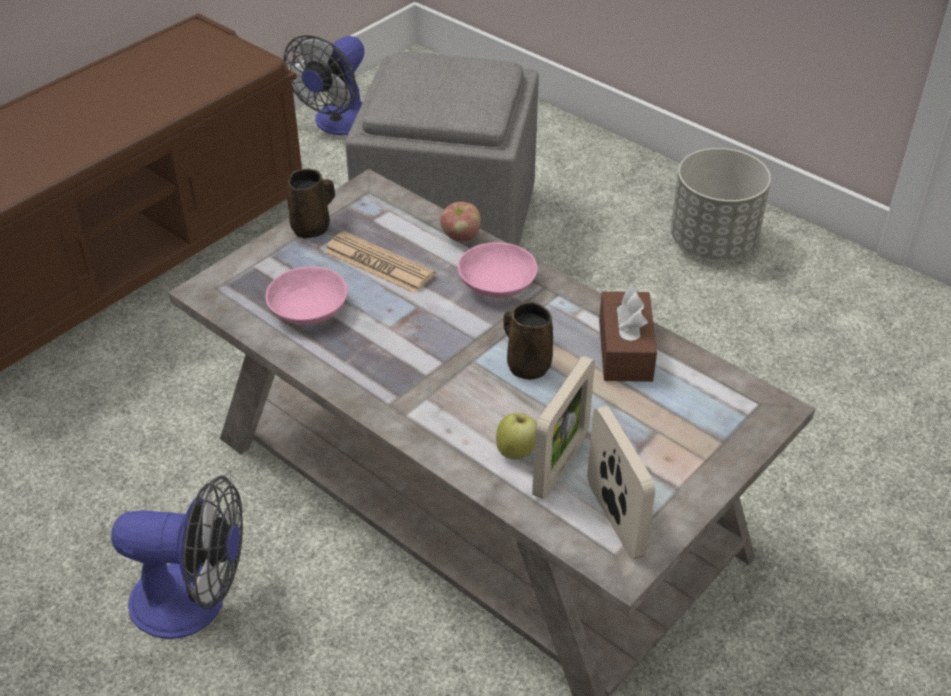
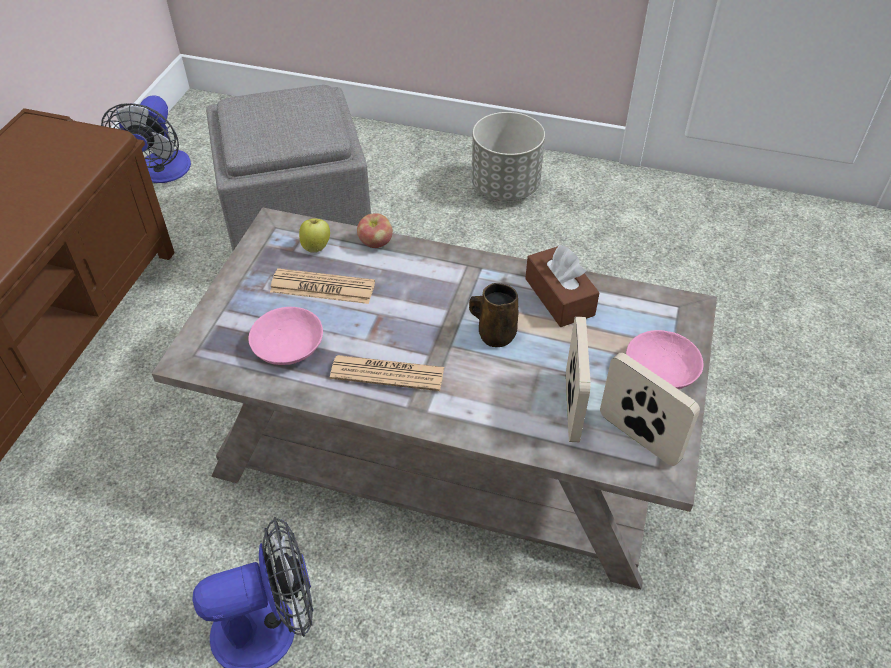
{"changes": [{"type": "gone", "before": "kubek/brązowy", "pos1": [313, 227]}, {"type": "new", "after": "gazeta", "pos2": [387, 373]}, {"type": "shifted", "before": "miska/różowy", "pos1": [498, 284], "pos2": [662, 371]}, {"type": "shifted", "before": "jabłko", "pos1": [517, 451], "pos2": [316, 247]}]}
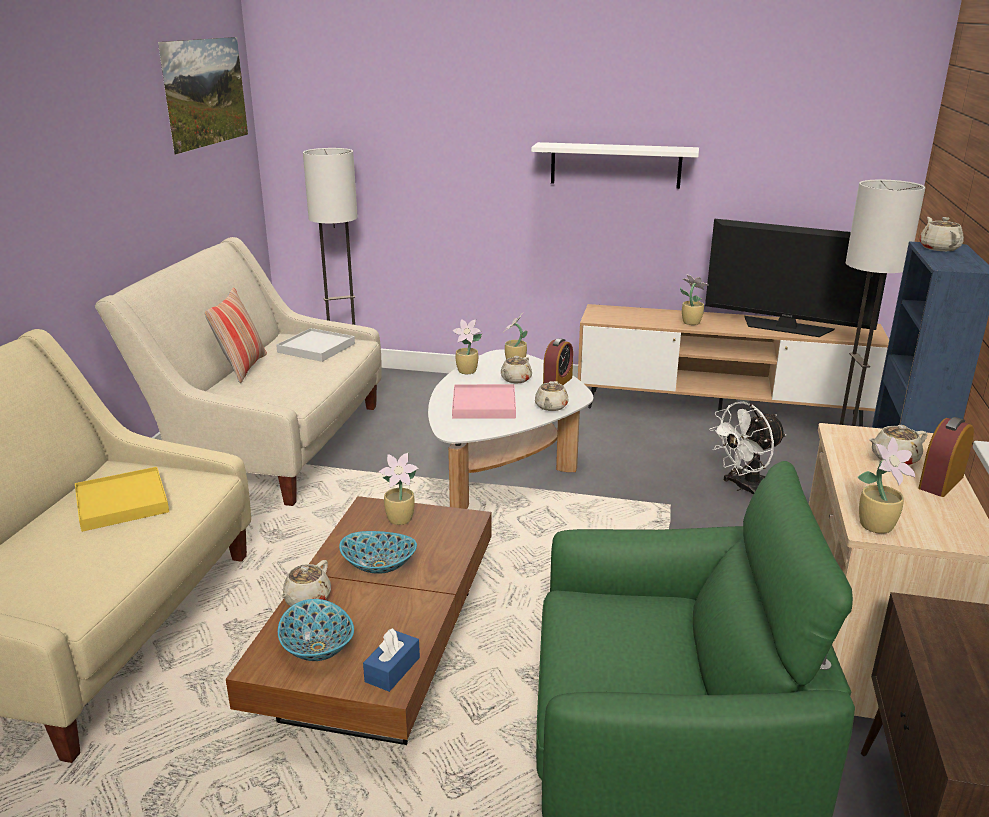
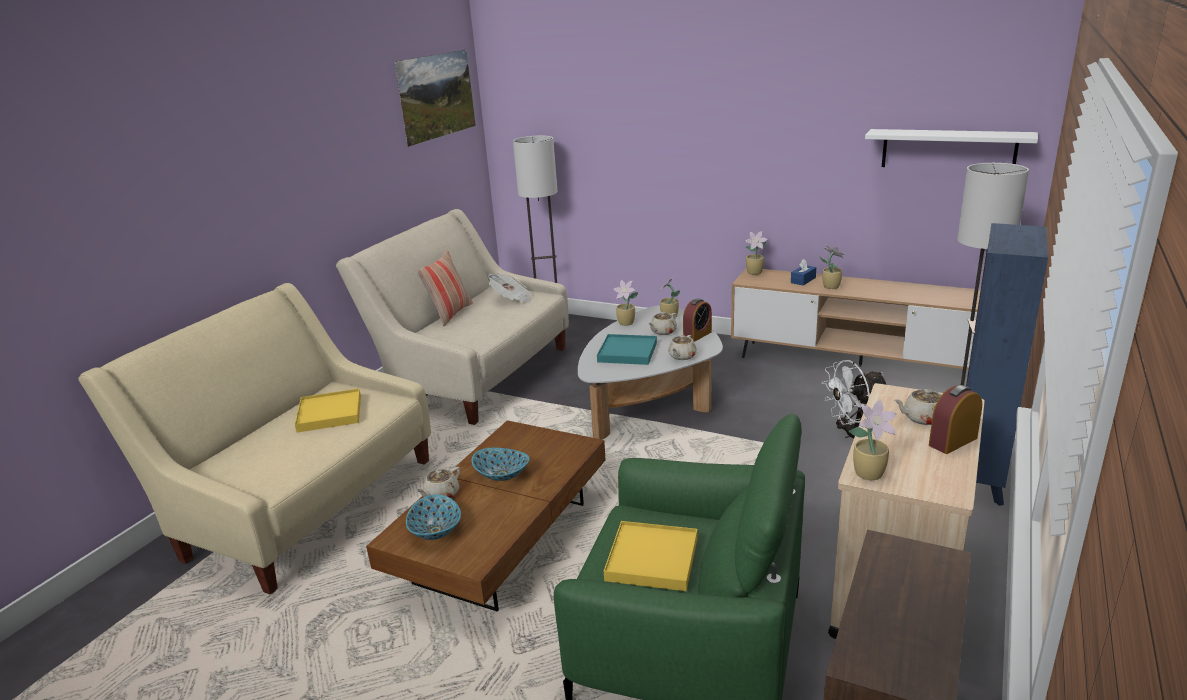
{"changes": [{"type": "gone", "before": "telewizor", "pos1": [786, 327]}, {"type": "gone", "before": "imbryk/beżowy", "pos1": [938, 248]}, {"type": "new", "after": "taca/żółty", "pos2": [652, 559]}, {"type": "shifted", "before": "pudełko chusteczek/niebieski", "pos1": [392, 669], "pos2": [803, 280]}, {"type": "shifted", "before": "roślina doniczkowa", "pos1": [401, 519], "pos2": [755, 273]}, {"type": "shifted", "before": "półka/biały", "pos1": [615, 165], "pos2": [948, 150]}, {"type": "swapped", "before": "taca/biały", "after": "gazeta", "pos1": [316, 348], "pos2": [512, 299]}, {"type": "repainted", "before": "taca/różowy", "after": "taca/turkusowy", "pos1": [484, 405], "pos2": [627, 352]}]}
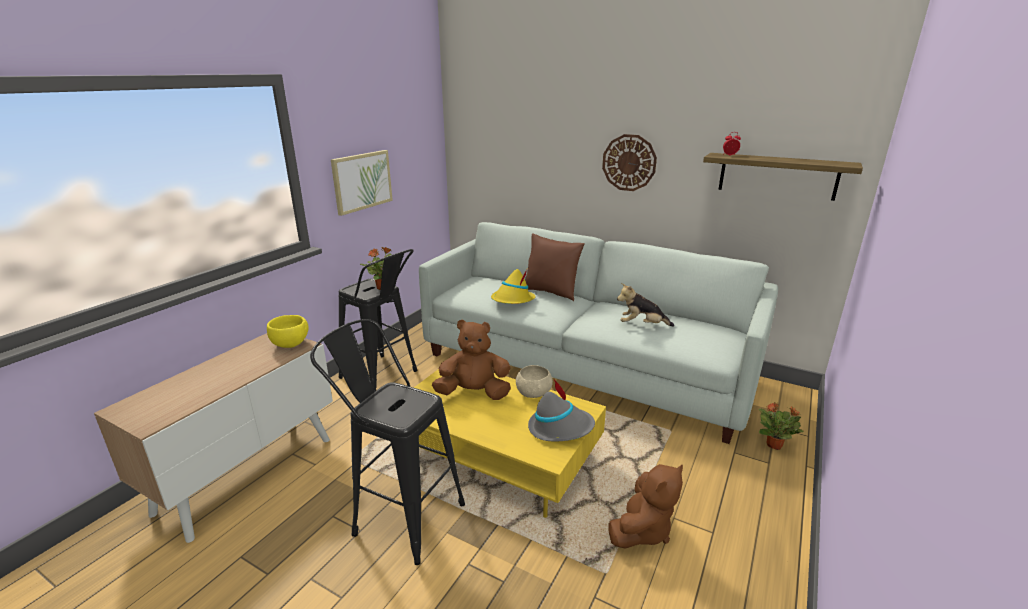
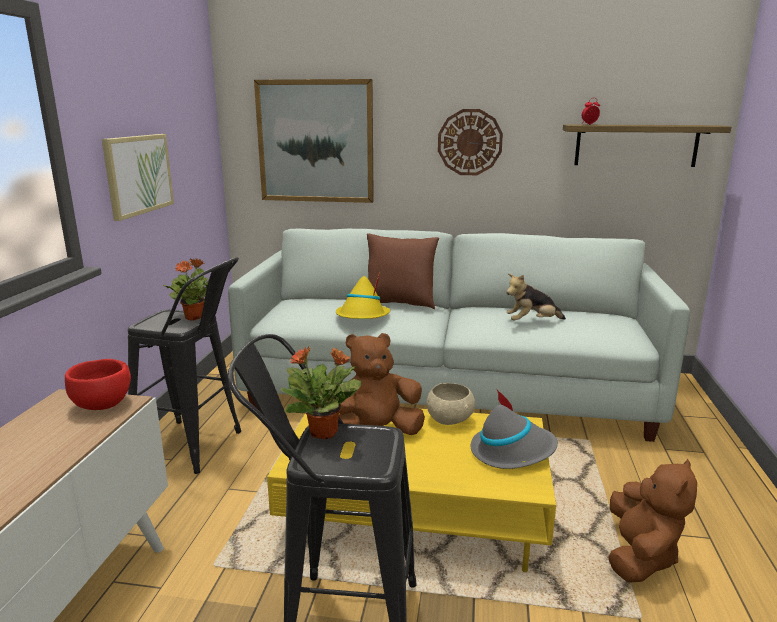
{"changes": [{"type": "new", "after": "obraz", "pos2": [315, 141]}, {"type": "shifted", "before": "roślina doniczkowa", "pos1": [774, 445], "pos2": [324, 433]}, {"type": "repainted", "before": "miska/żółty", "after": "miska/czerwony", "pos1": [290, 345], "pos2": [103, 405]}]}
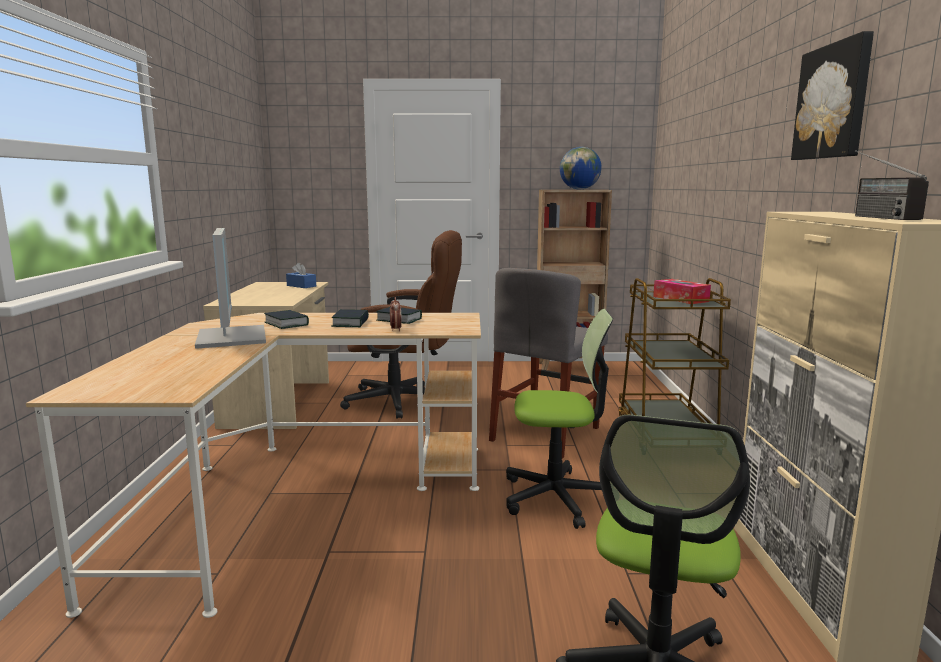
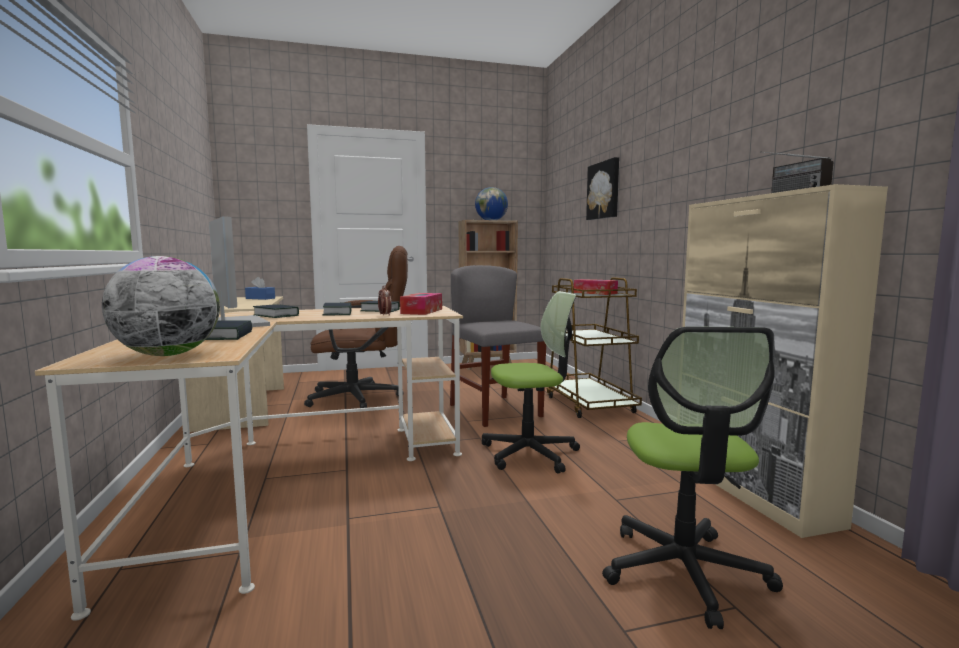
{"changes": [{"type": "new", "after": "globus", "pos2": [168, 355]}, {"type": "new", "after": "książka", "pos2": [227, 336]}, {"type": "new", "after": "pudełko chusteczek", "pos2": [422, 311]}, {"type": "shifted", "before": "obraz", "pos1": [834, 102], "pos2": [604, 190]}, {"type": "rotated", "before": "krzesło/szary", "pos1": [545, 434], "pos2": [495, 410], "turn": 135}]}
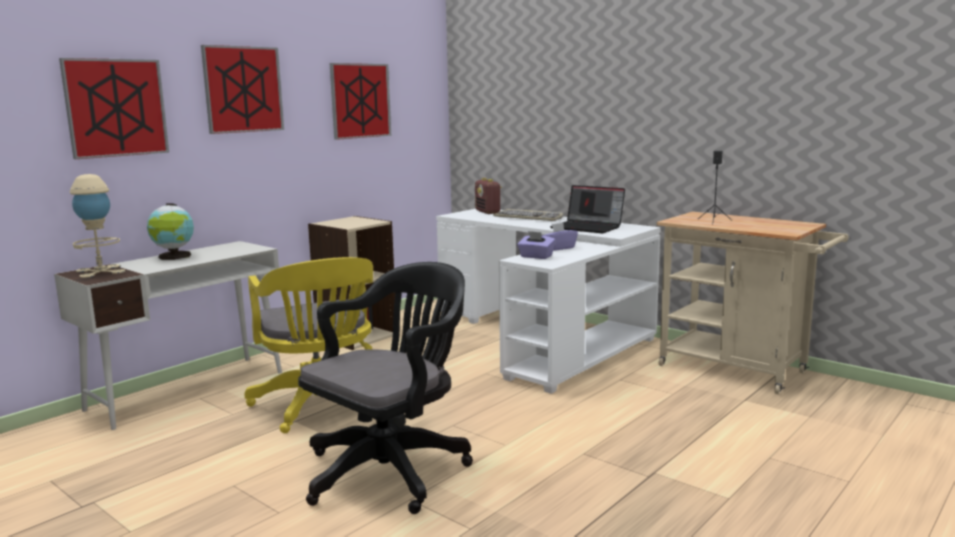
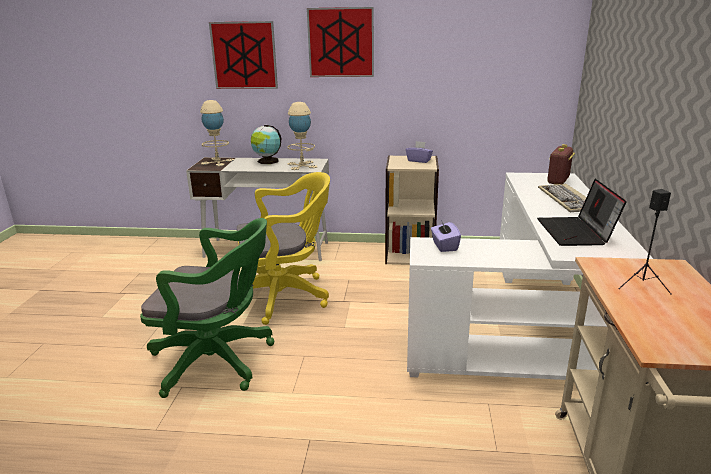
{"changes": [{"type": "gone", "before": "obraz", "pos1": [360, 101]}, {"type": "new", "after": "lampa stołowa/beżowy", "pos2": [302, 165]}, {"type": "shifted", "before": "pudełko chusteczek/fioletowy", "pos1": [559, 248], "pos2": [419, 160]}, {"type": "repainted", "before": "krzesło biurowe/czarny", "after": "krzesło biurowe/zielony", "pos1": [392, 469], "pos2": [218, 361]}, {"type": "rotated", "before": "krzesło biurowe/żółty", "pos1": [321, 406], "pos2": [285, 296], "turn": -135}]}
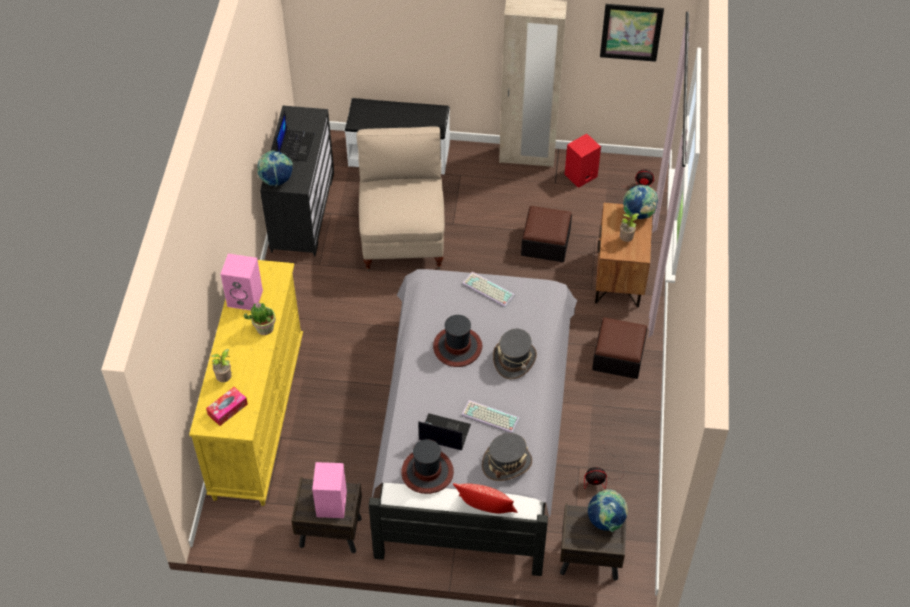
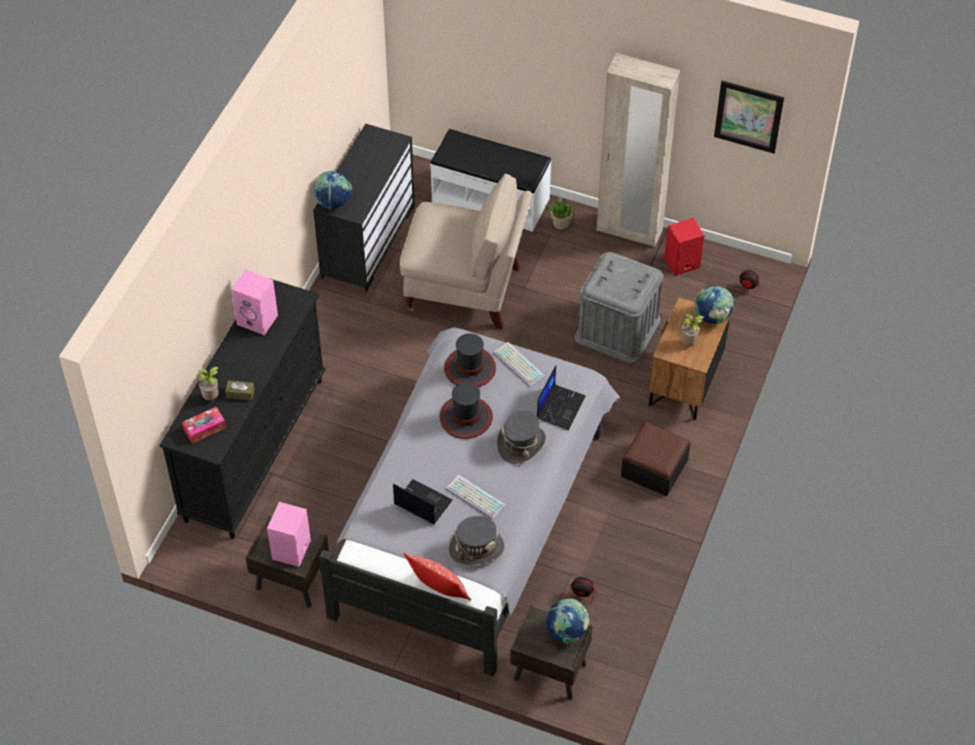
{"changes": [{"type": "new", "after": "pudełko chusteczek/brązowy", "pos2": [240, 393]}, {"type": "shifted", "before": "roślina doniczkowa", "pos1": [264, 328], "pos2": [560, 223]}, {"type": "shifted", "before": "laptop", "pos1": [295, 145], "pos2": [560, 407]}, {"type": "shifted", "before": "kapelusz", "pos1": [427, 472], "pos2": [470, 368]}, {"type": "swapped", "before": "pufa", "after": "pojemnik do przechowywania/szary", "pos1": [545, 243], "pos2": [617, 329]}, {"type": "repainted", "before": "komoda/żółty", "after": "komoda/czarny", "pos1": [258, 418], "pos2": [255, 448]}, {"type": "rotated", "before": "krzesło/beżowy", "pos1": [403, 236], "pos2": [466, 290], "turn": 90}]}
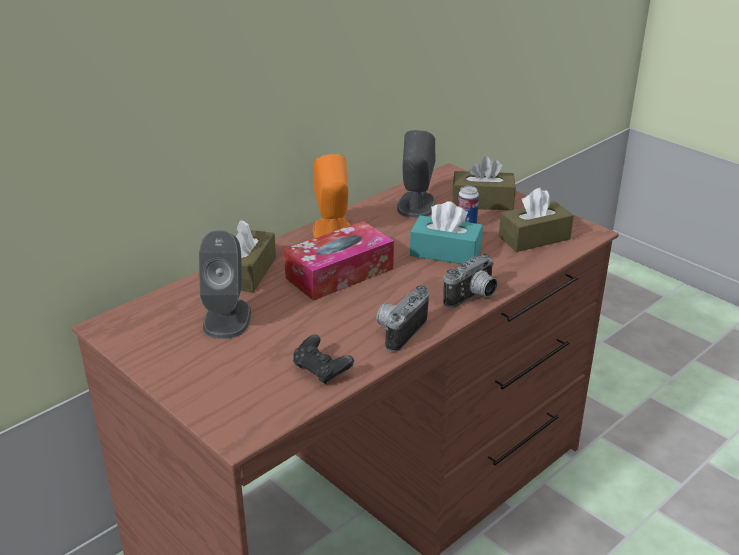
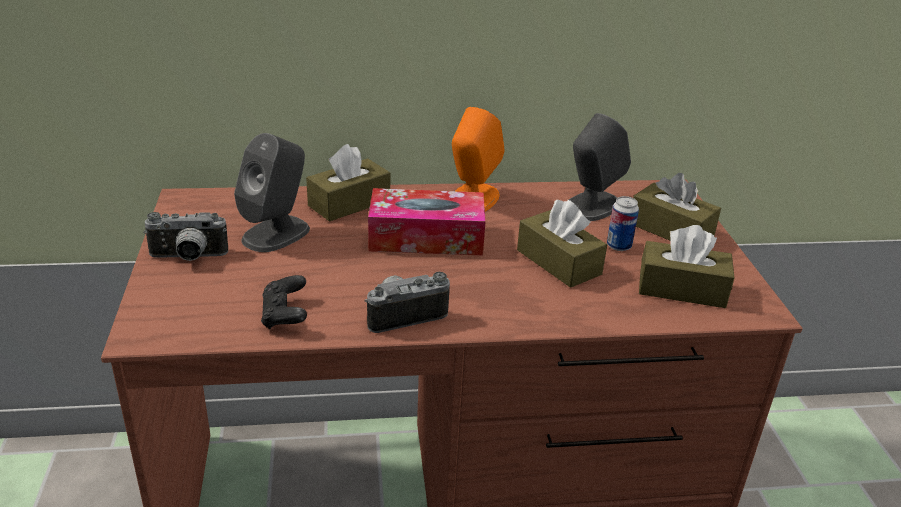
{"changes": [{"type": "shifted", "before": "aparat fotograficzny", "pos1": [473, 298], "pos2": [188, 258]}, {"type": "repainted", "before": "pudełko chusteczek/turkusowy", "after": "pudełko chusteczek/brązowy", "pos1": [445, 252], "pos2": [558, 262]}]}
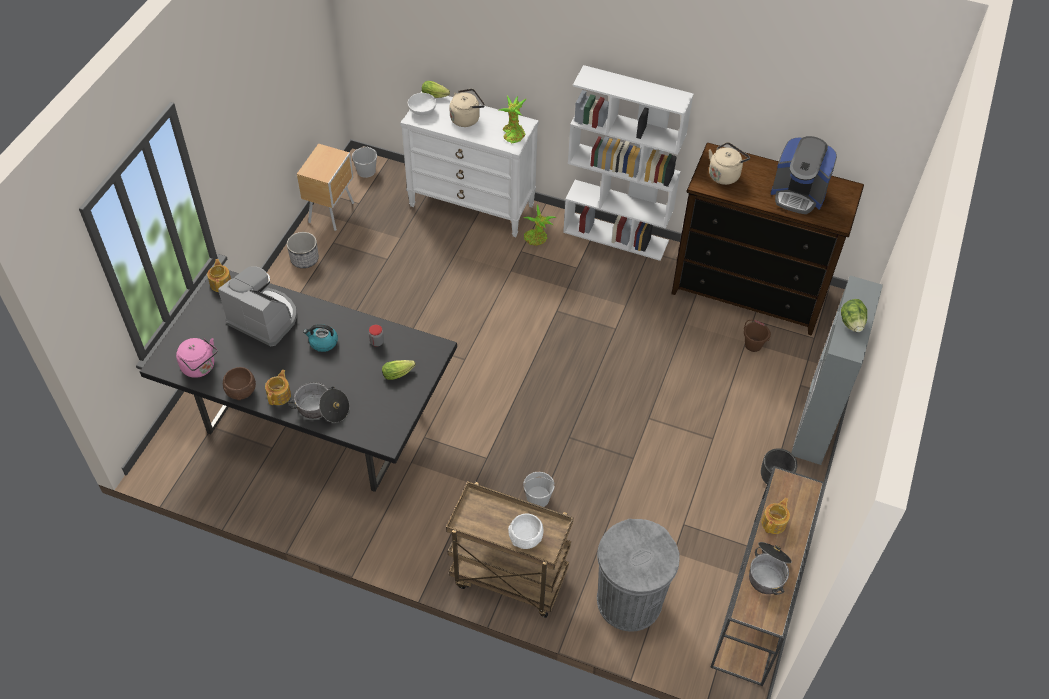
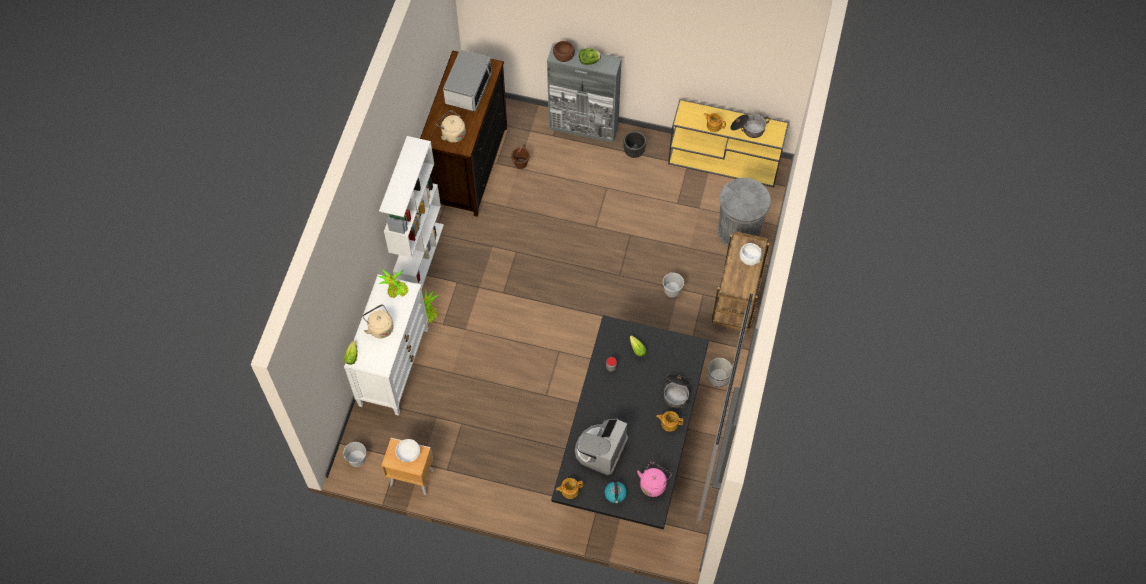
{"changes": [{"type": "shifted", "before": "miska/brązowy", "pos1": [241, 390], "pos2": [563, 56]}, {"type": "shifted", "before": "donica", "pos1": [304, 259], "pos2": [718, 377]}, {"type": "shifted", "before": "czajnik", "pos1": [323, 342], "pos2": [615, 494]}, {"type": "shifted", "before": "miska/biały", "pos1": [422, 111], "pos2": [408, 454]}, {"type": "swapped", "before": "ekspres do kawy", "after": "mikrofalówka", "pos1": [798, 194], "pos2": [468, 89]}, {"type": "repainted", "before": "stolik konsolowy/brązowy", "after": "stolik konsolowy/żółty", "pos1": [758, 601], "pos2": [725, 162]}]}
